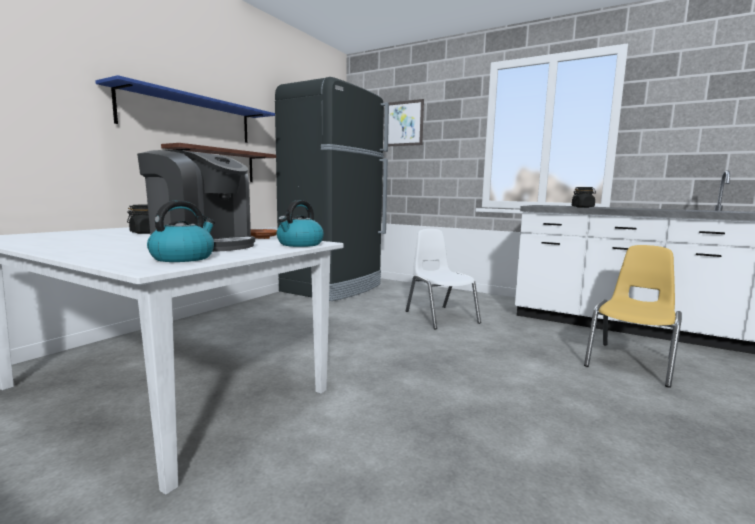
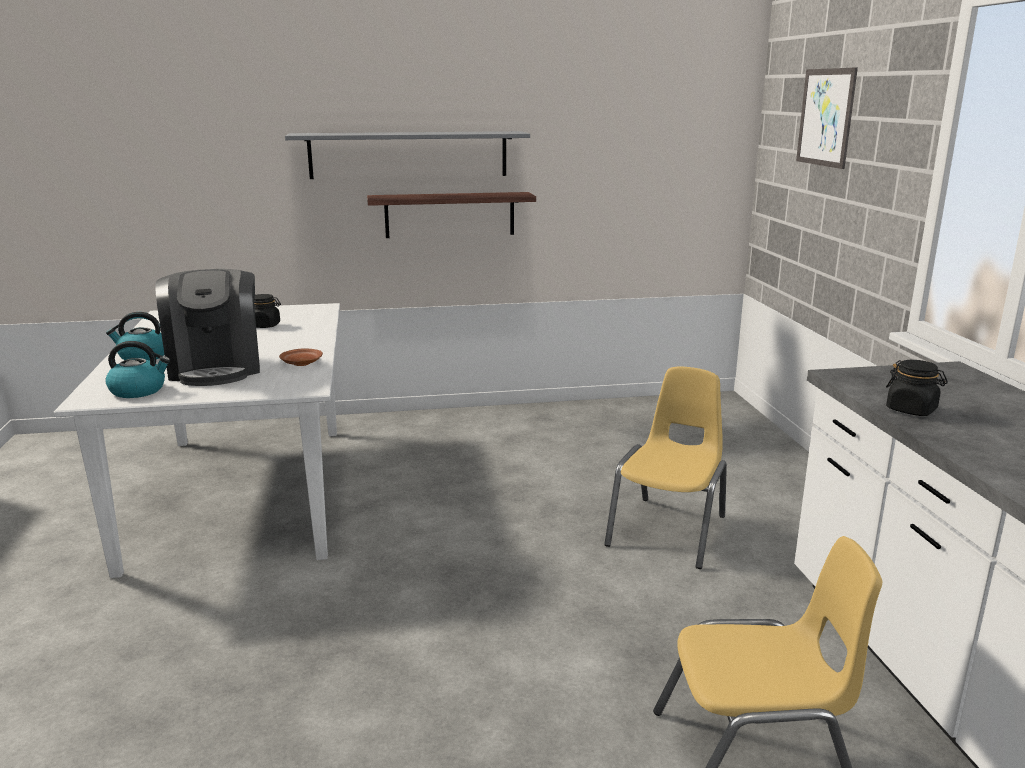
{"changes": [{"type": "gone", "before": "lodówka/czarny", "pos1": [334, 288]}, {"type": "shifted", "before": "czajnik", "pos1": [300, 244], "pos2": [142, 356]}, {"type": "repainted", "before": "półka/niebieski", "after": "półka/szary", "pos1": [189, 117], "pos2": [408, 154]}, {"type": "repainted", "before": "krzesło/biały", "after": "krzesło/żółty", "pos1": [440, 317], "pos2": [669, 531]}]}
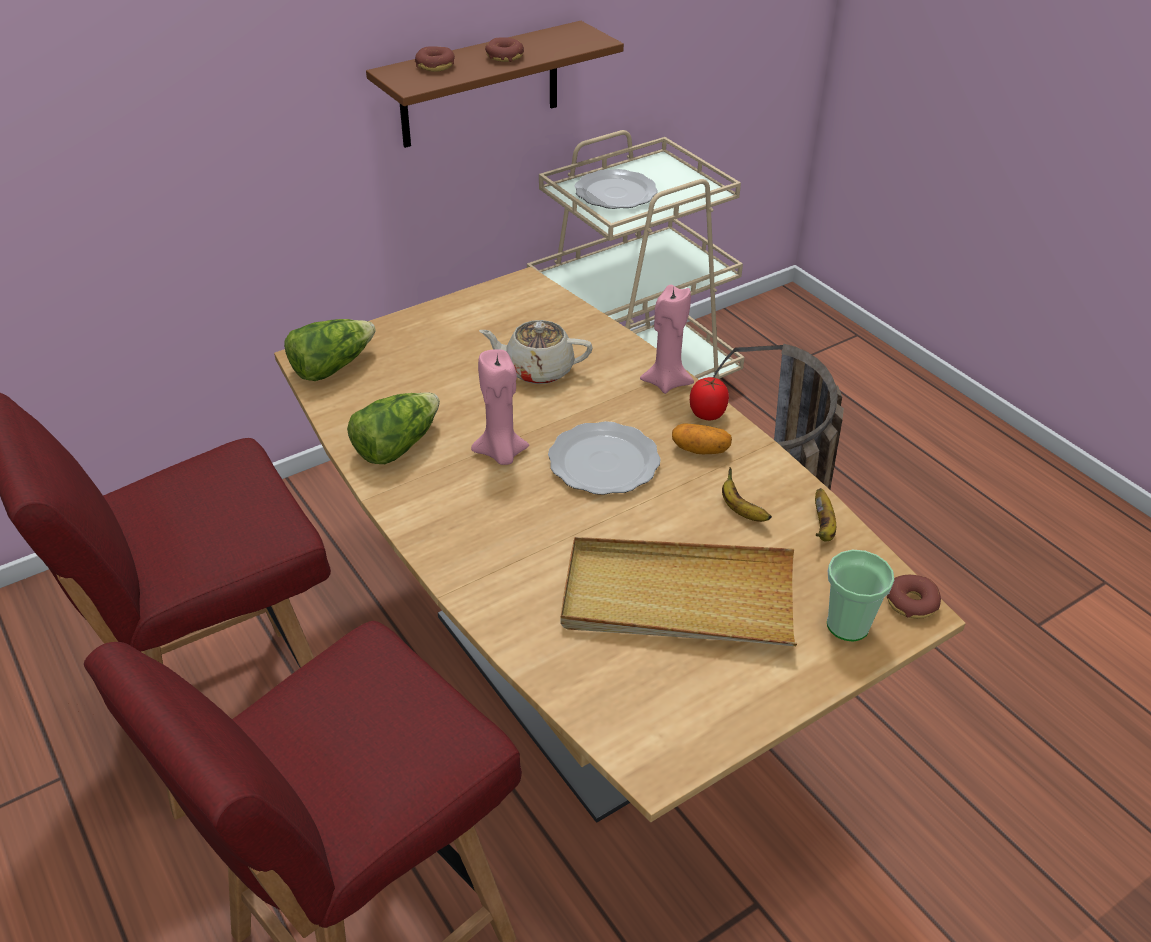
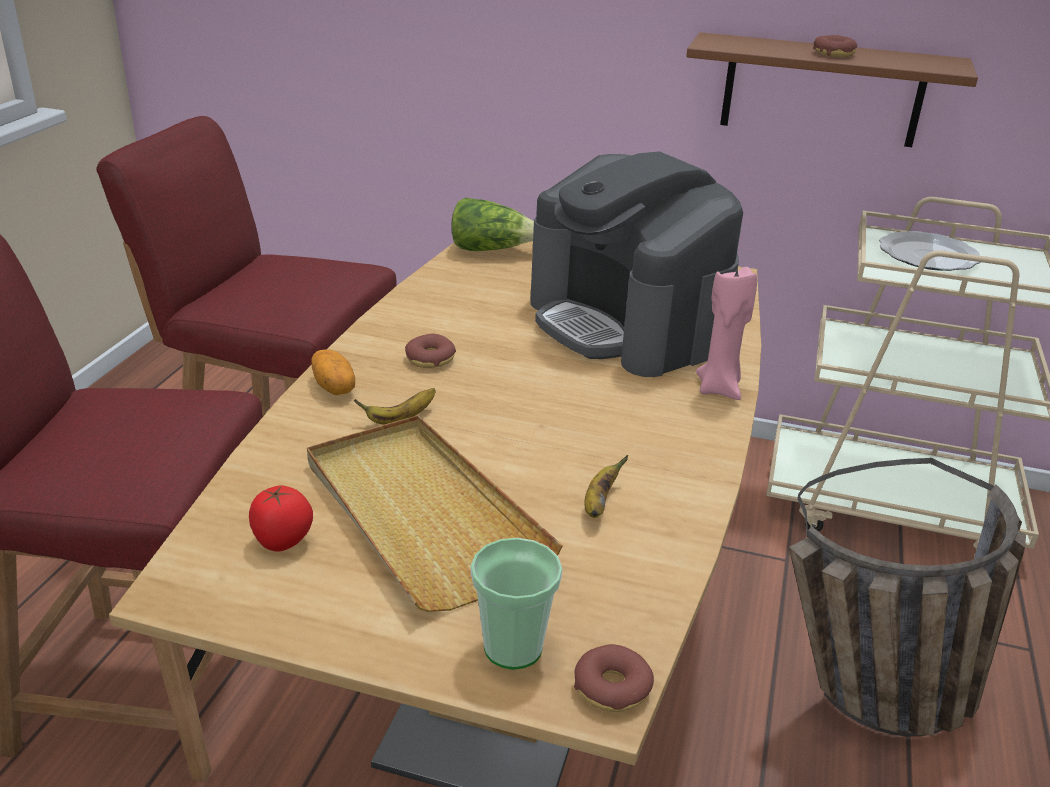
{"changes": [{"type": "gone", "before": "sałata", "pos1": [396, 445]}, {"type": "gone", "before": "świeca/różowy", "pos1": [501, 454]}, {"type": "gone", "before": "talerz", "pos1": [603, 463]}, {"type": "shifted", "before": "donut", "pos1": [435, 65], "pos2": [430, 359]}, {"type": "shifted", "before": "ziemniak", "pos1": [700, 450], "pos2": [334, 387]}, {"type": "shifted", "before": "pomidor", "pos1": [707, 414], "pos2": [283, 542]}, {"type": "shifted", "before": "banan", "pos1": [823, 527], "pos2": [400, 419]}, {"type": "swapped", "before": "imbryk/beżowy", "after": "ekspres do kawy", "pos1": [537, 370], "pos2": [627, 324]}]}
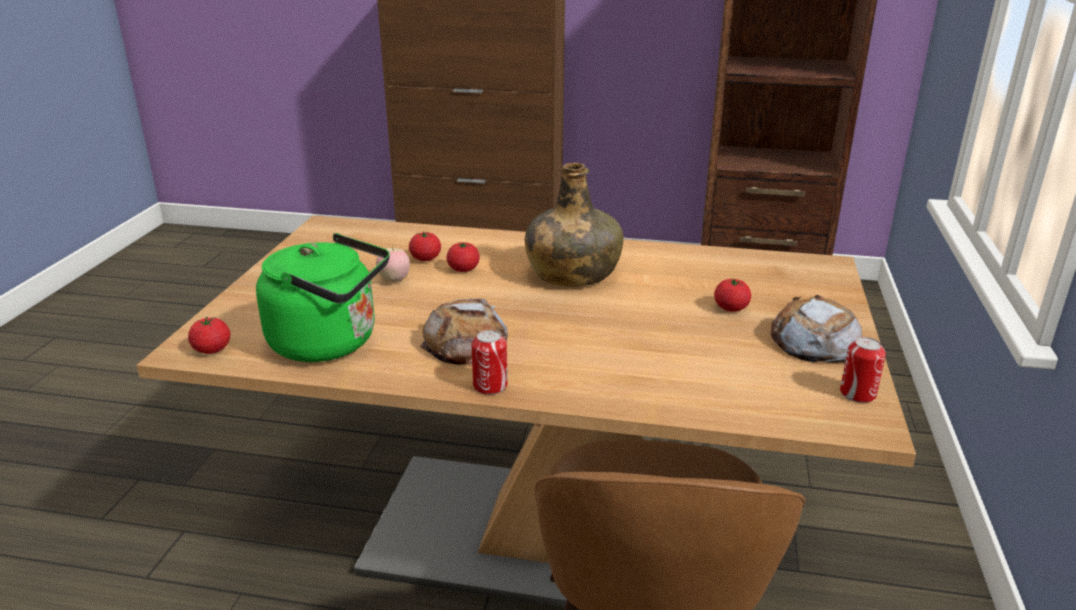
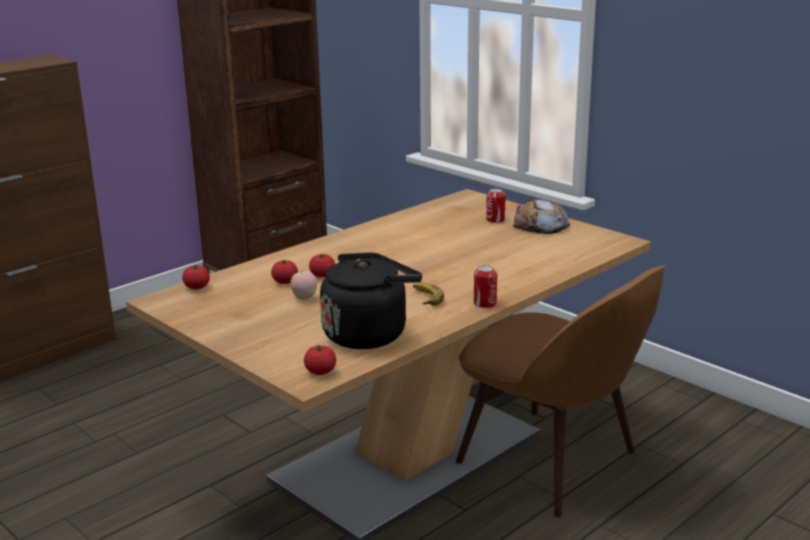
{"changes": [{"type": "gone", "before": "butelka/zielony", "pos1": [572, 273]}, {"type": "shifted", "before": "pomidor", "pos1": [731, 308], "pos2": [197, 287]}, {"type": "shifted", "before": "puszka", "pos1": [857, 393], "pos2": [495, 220]}, {"type": "swapped", "before": "chleb", "after": "banan", "pos1": [466, 343], "pos2": [426, 298]}, {"type": "repainted", "before": "czajnik/zielony", "after": "czajnik/czarny", "pos1": [330, 343], "pos2": [368, 334]}]}
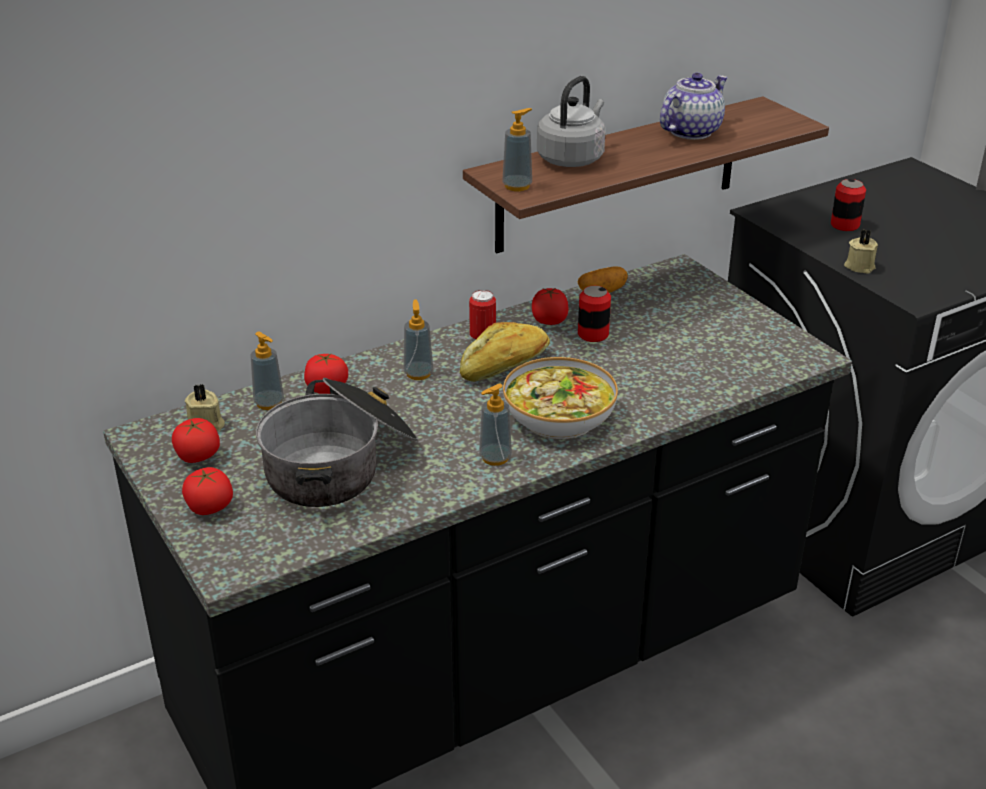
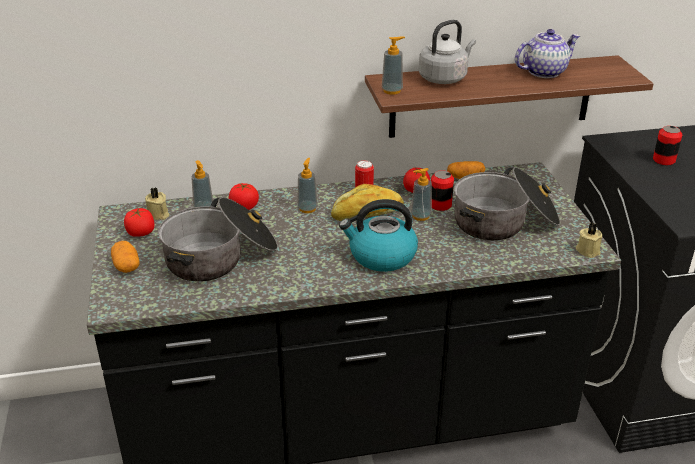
{"changes": [{"type": "new", "after": "garnek", "pos2": [504, 222]}, {"type": "shifted", "before": "dozownik mydła", "pos1": [495, 458], "pos2": [420, 216]}, {"type": "shifted", "before": "świeca/beżowy", "pos1": [859, 266], "pos2": [588, 250]}, {"type": "swapped", "before": "pomidor", "after": "ziemniak", "pos1": [209, 507], "pos2": [126, 266]}, {"type": "swapped", "before": "miska", "after": "czajnik", "pos1": [560, 417], "pos2": [381, 256]}]}
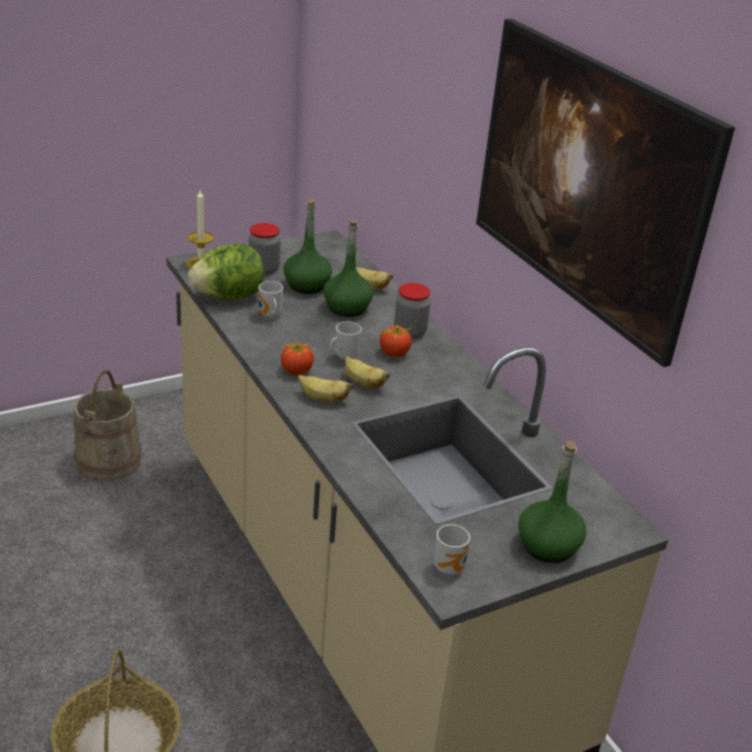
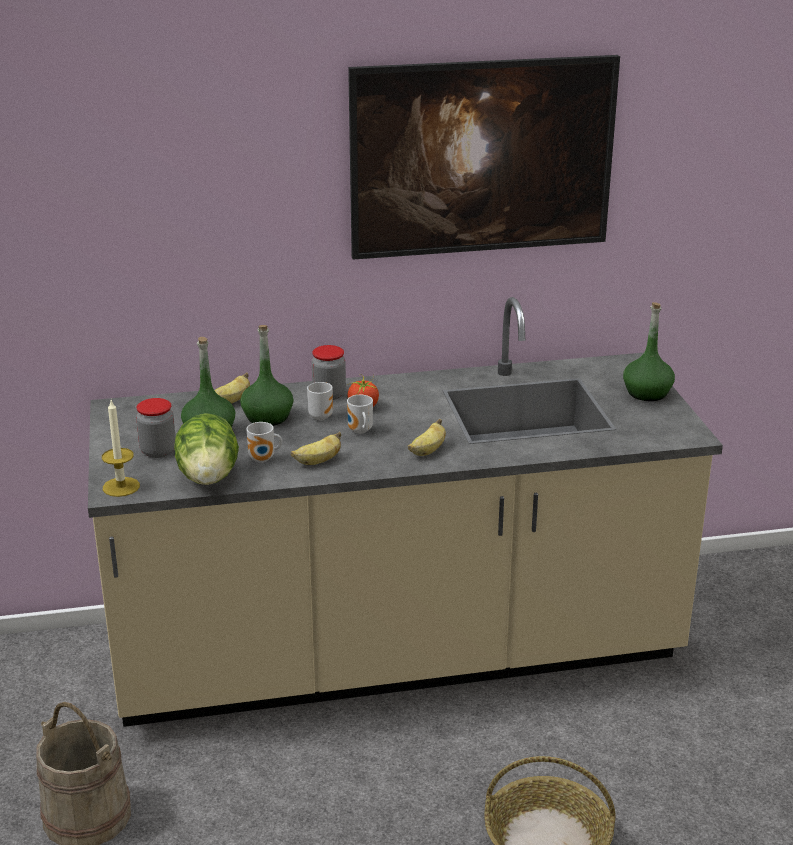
{"changes": [{"type": "gone", "before": "pomidor", "pos1": [297, 371]}, {"type": "shifted", "before": "banan", "pos1": [362, 383], "pos2": [318, 461]}, {"type": "shifted", "before": "kubek", "pos1": [451, 567], "pos2": [320, 416]}]}
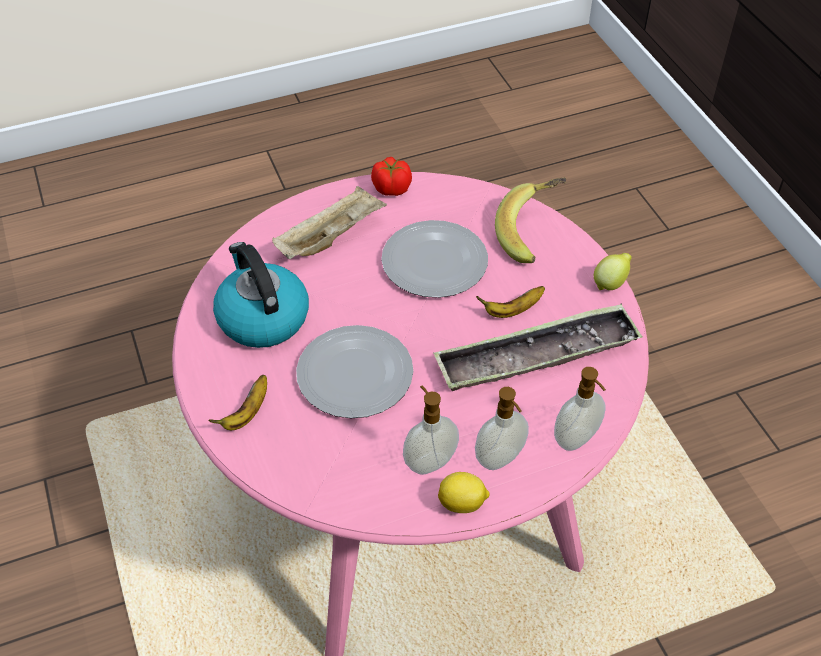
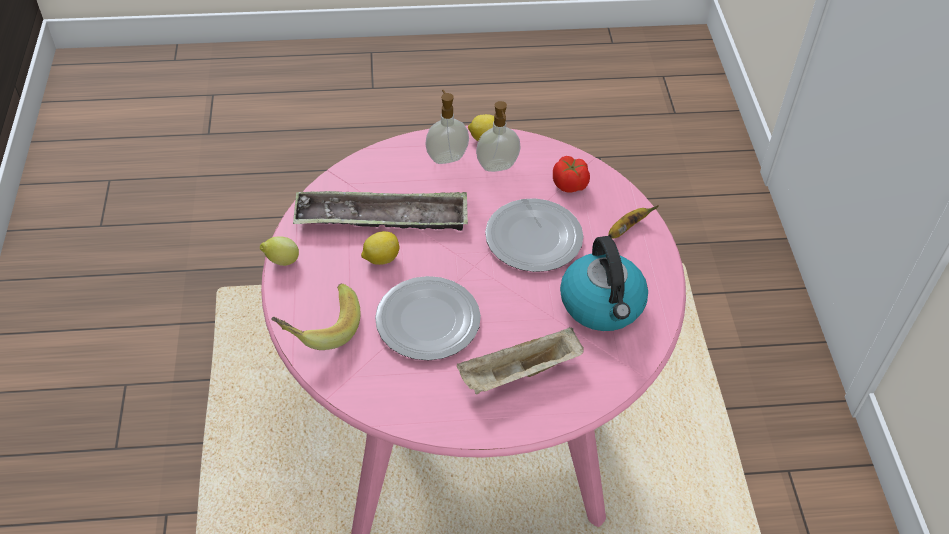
{"changes": [{"type": "gone", "before": "dozownik mydła", "pos1": [577, 439]}, {"type": "shifted", "before": "pomidor", "pos1": [391, 188], "pos2": [570, 185]}, {"type": "swapped", "before": "banan", "after": "cytryna", "pos1": [512, 310], "pos2": [380, 258]}]}
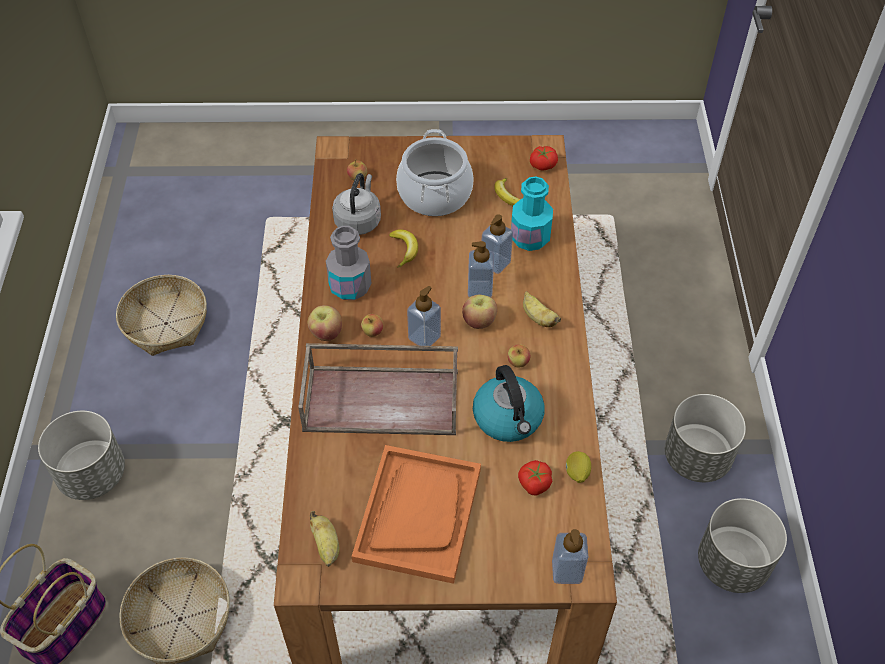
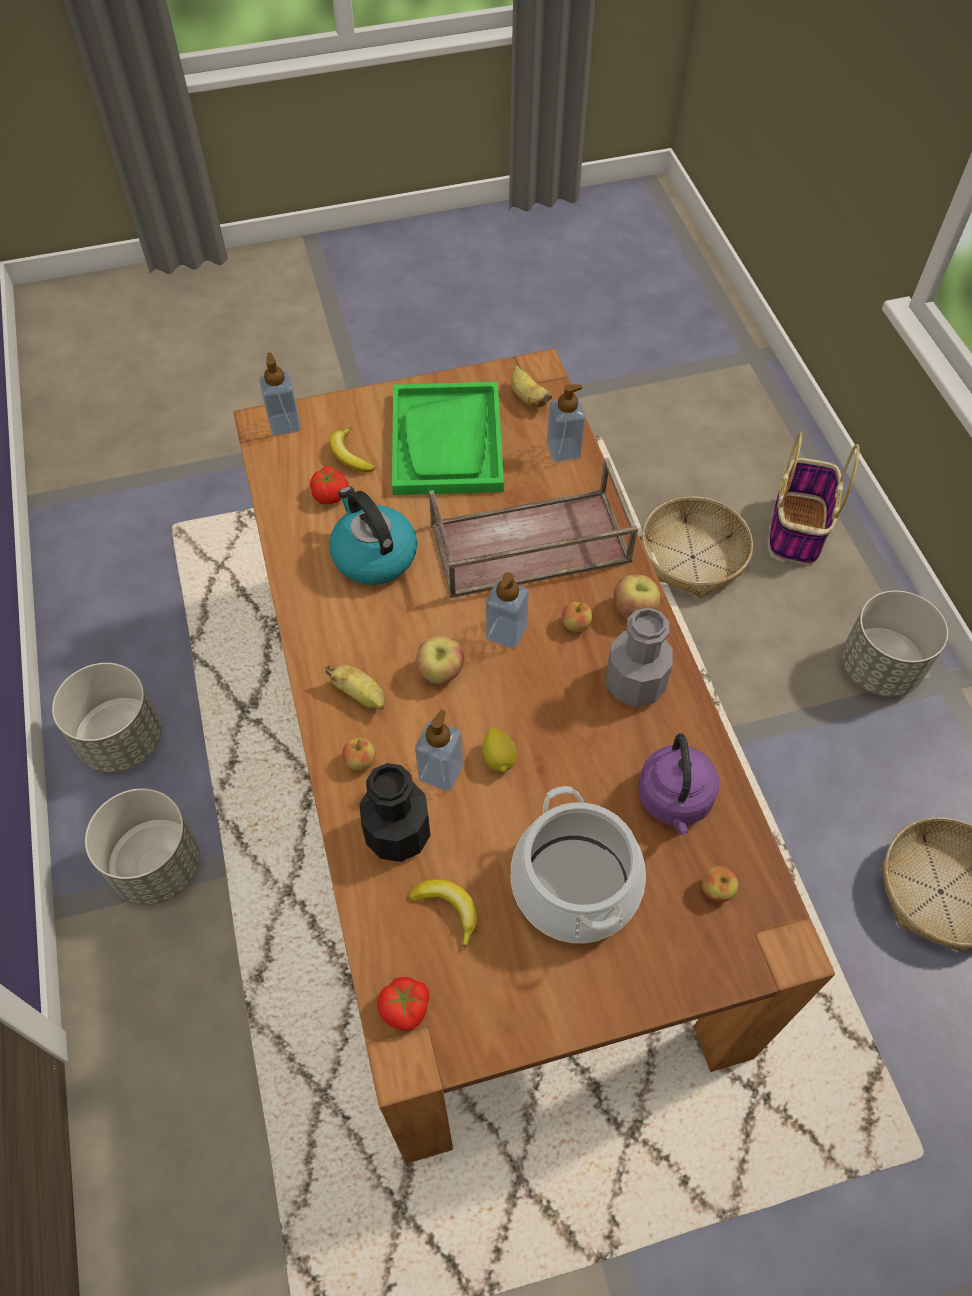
{"changes": [{"type": "shifted", "before": "banan", "pos1": [404, 250], "pos2": [349, 455]}, {"type": "shifted", "before": "dozownik mydła", "pos1": [480, 289], "pos2": [563, 450]}, {"type": "shifted", "before": "jabłko", "pos1": [518, 362], "pos2": [360, 761]}, {"type": "shifted", "before": "cytryna", "pos1": [577, 473], "pos2": [499, 758]}, {"type": "repainted", "before": "czajnik/szary", "after": "czajnik/fioletowy", "pos1": [358, 220], "pos2": [674, 801]}, {"type": "repainted", "before": "taca/pomarańczowy", "after": "taca/zielony", "pos1": [418, 514], "pos2": [447, 442]}, {"type": "repainted", "before": "butelka/turkusowy", "after": "butelka/czarny", "pos1": [530, 237], "pos2": [397, 833]}]}
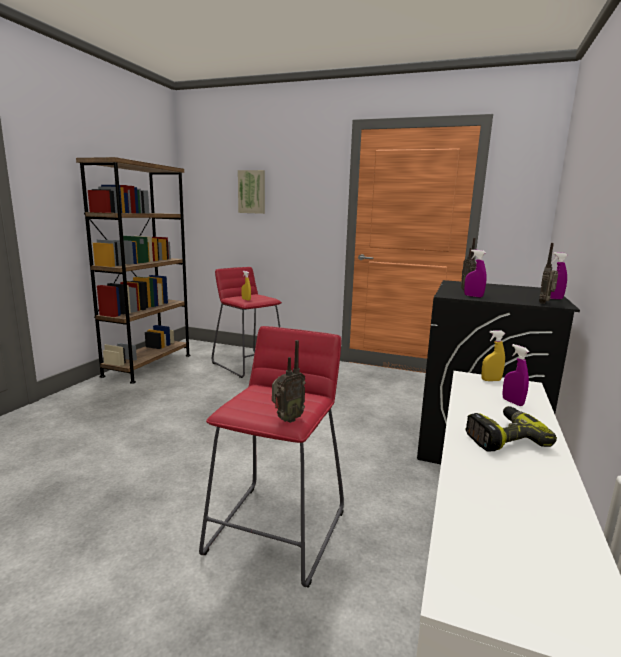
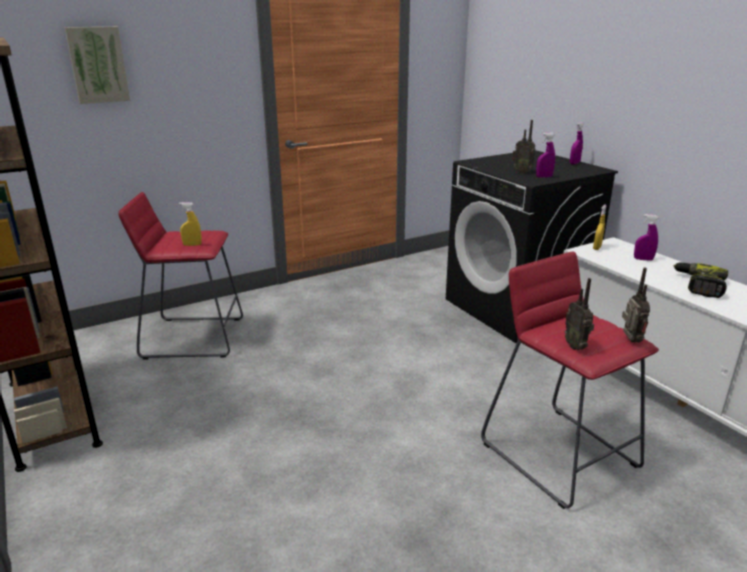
{"changes": [{"type": "shifted", "before": "radio", "pos1": [545, 303], "pos2": [576, 346]}]}
